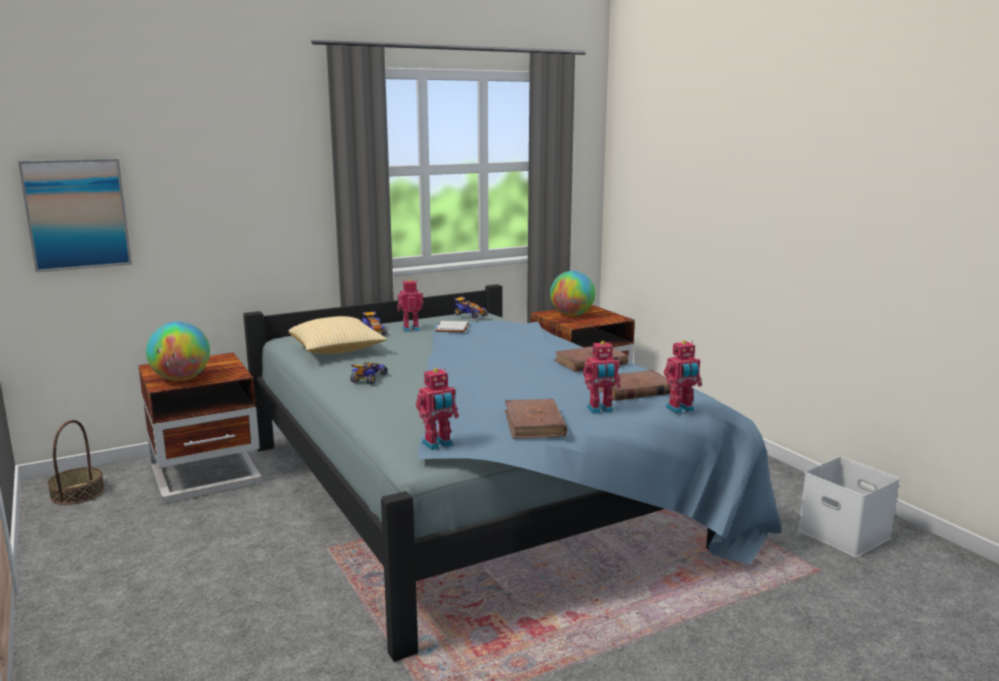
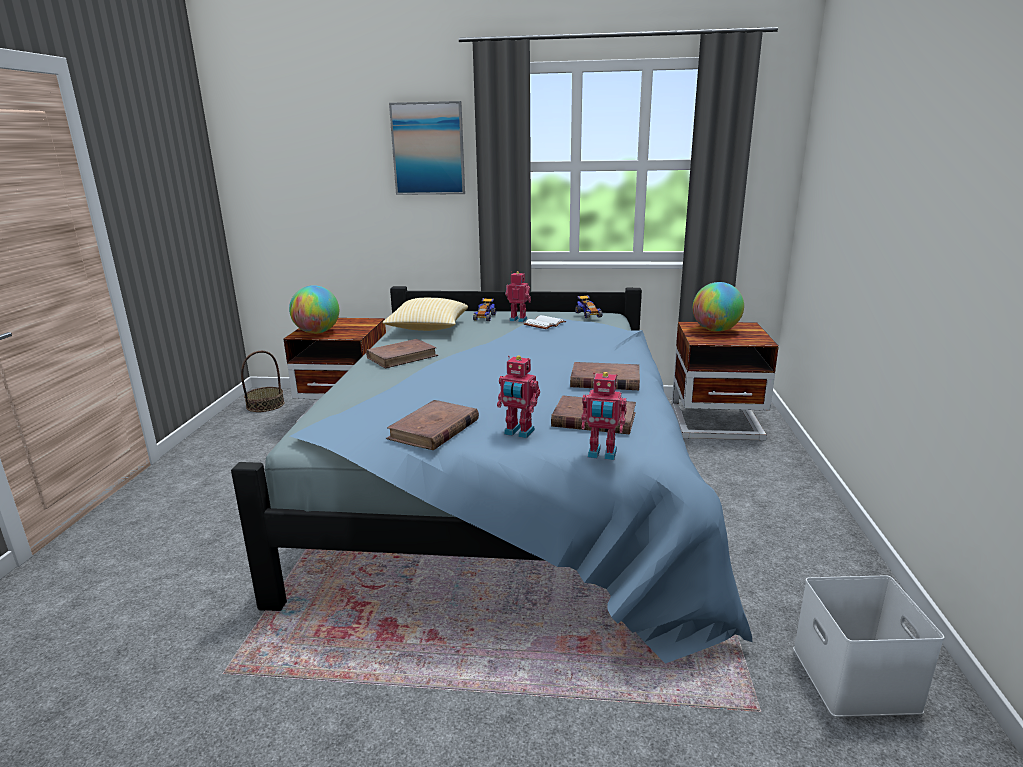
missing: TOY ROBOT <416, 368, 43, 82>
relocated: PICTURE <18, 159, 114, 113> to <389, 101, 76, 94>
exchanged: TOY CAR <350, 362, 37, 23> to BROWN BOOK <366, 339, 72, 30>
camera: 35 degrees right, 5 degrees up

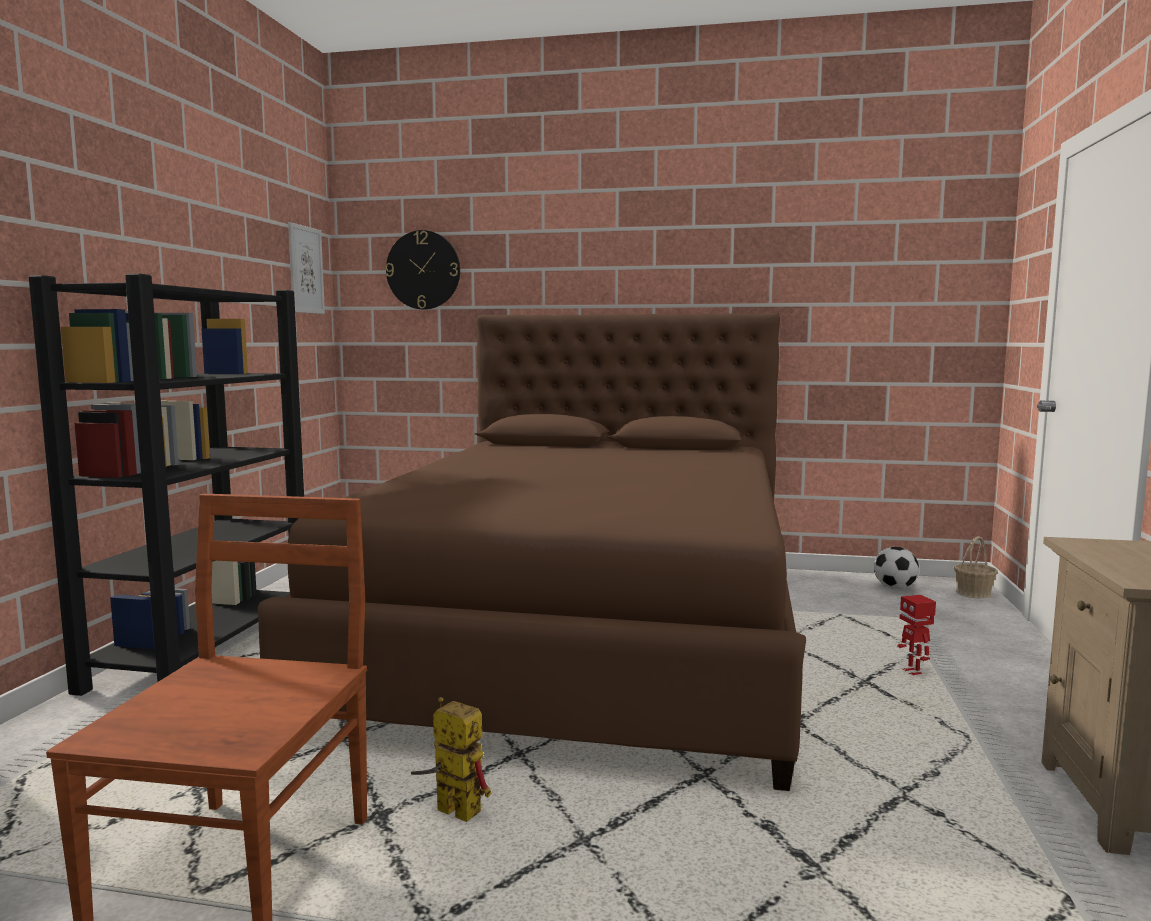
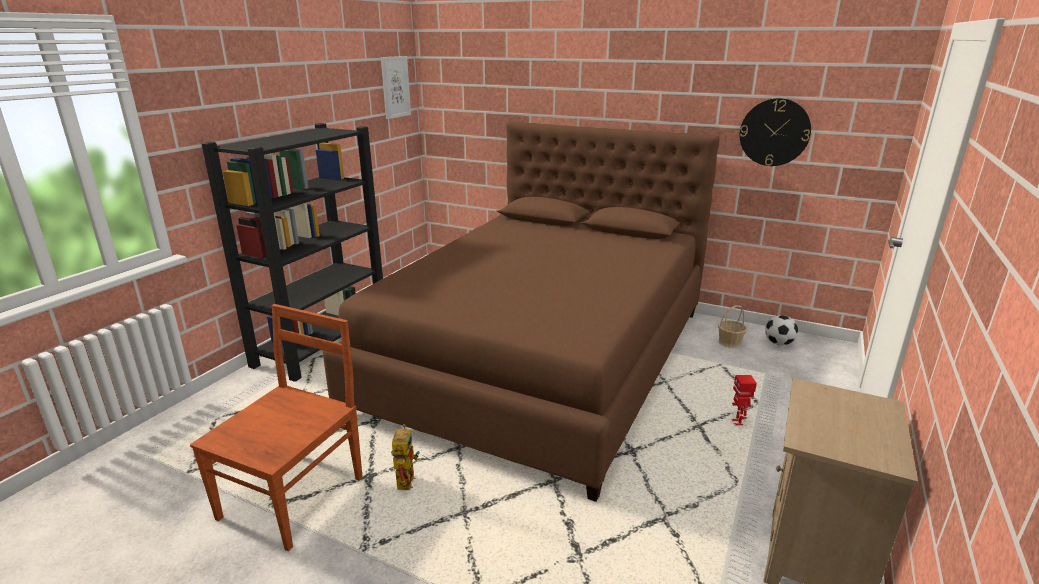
relocated: BASKET <953, 536, 45, 63> to <718, 305, 29, 43>; WALL CLOCK <385, 230, 75, 80> to <740, 98, 71, 68>
spun: TOY ROBOT <411, 697, 81, 125> = <391, 424, 29, 66> 45 degrees clockwise
camera: 15 degrees right, 15 degrees up

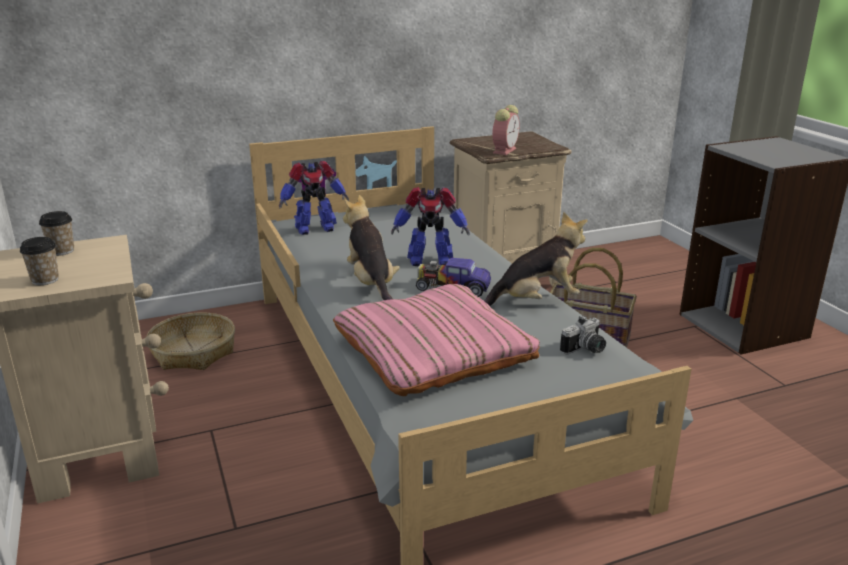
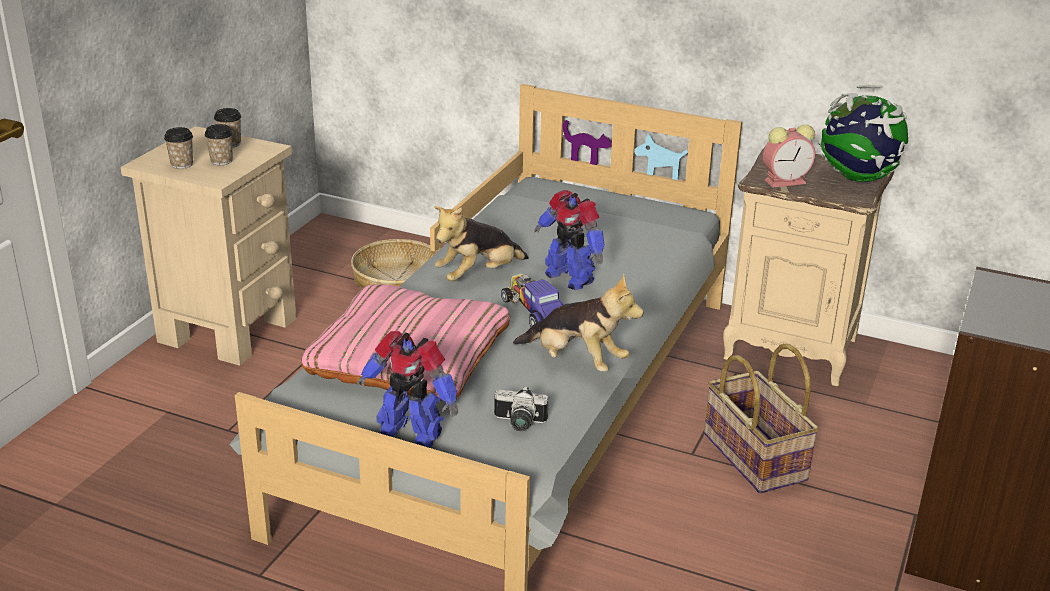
appeared: CUP <205, 124, 28, 41>; GLOBE <818, 85, 90, 97>
relocated: TOY ROBOT <279, 161, 70, 74> to <357, 331, 101, 117>
spun: PLUSH TOY <343, 195, 57, 105> = <434, 206, 95, 75> 150 degrees counterclockwise
camera: 45 degrees right, 5 degrees up

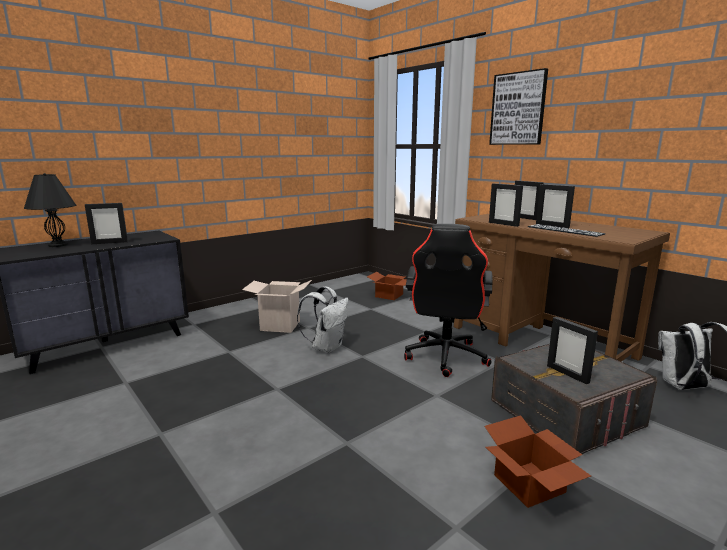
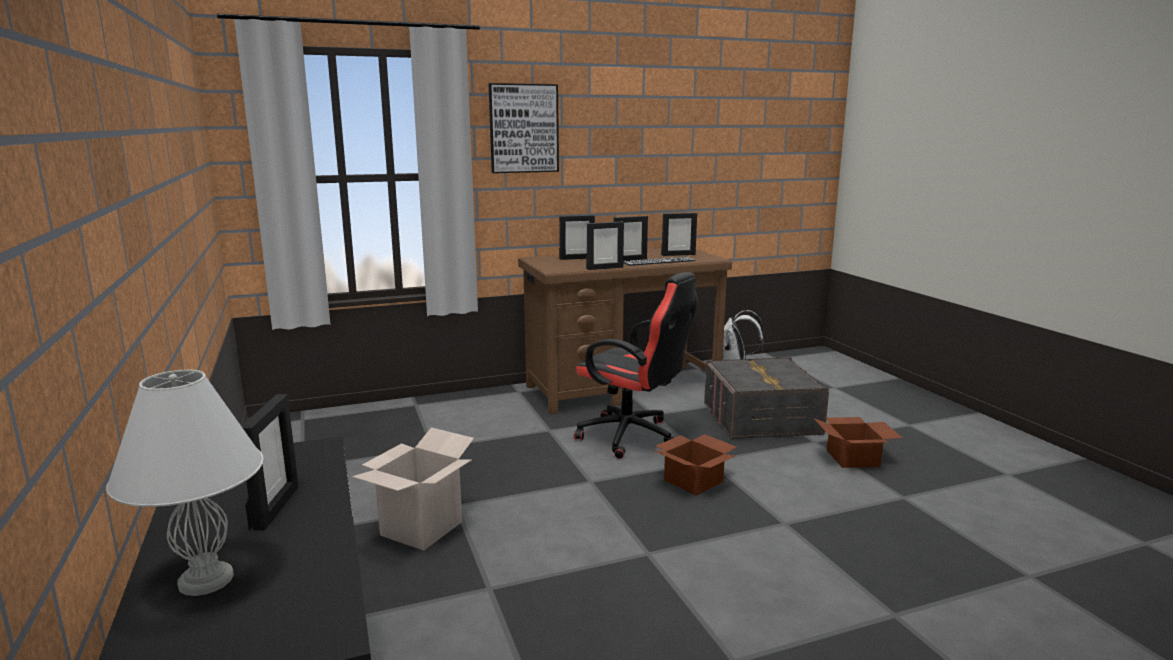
missing: WHITE BACKPACK <297, 286, 52, 67>
relocated: CARDBOARD BOX <367, 272, 40, 28> to <653, 434, 84, 62>; PICTURE FRAME <547, 317, 51, 67> to <661, 213, 36, 43>
colour: BLACK TABLE LAMP <24, 173, 52, 74> to WHITE TABLE LAMP <106, 369, 157, 227>
camera: 70 degrees left, 0 degrees up

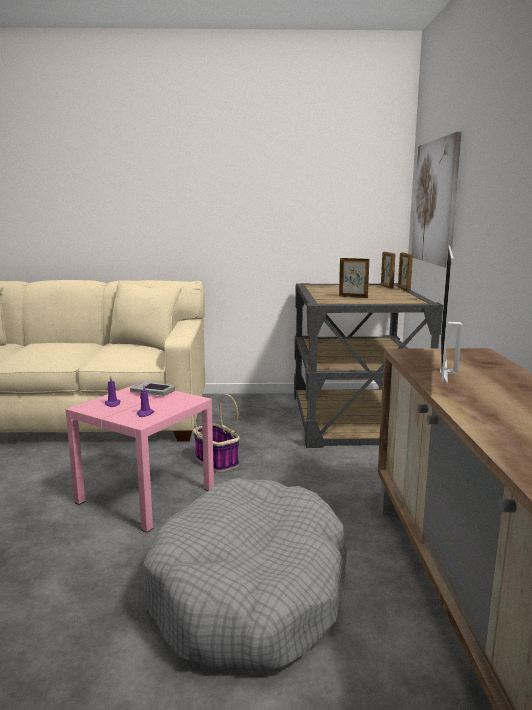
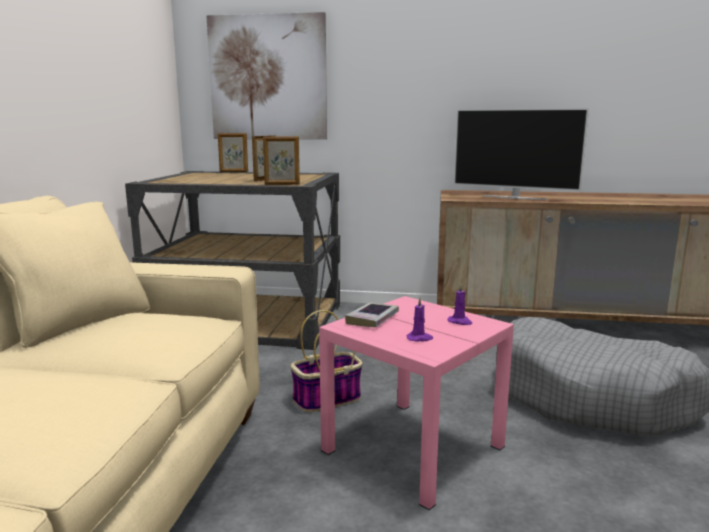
relocated: PICTURE FRAME <381, 252, 14, 37> to <263, 136, 37, 49>
camera: 80 degrees left, 0 degrees up

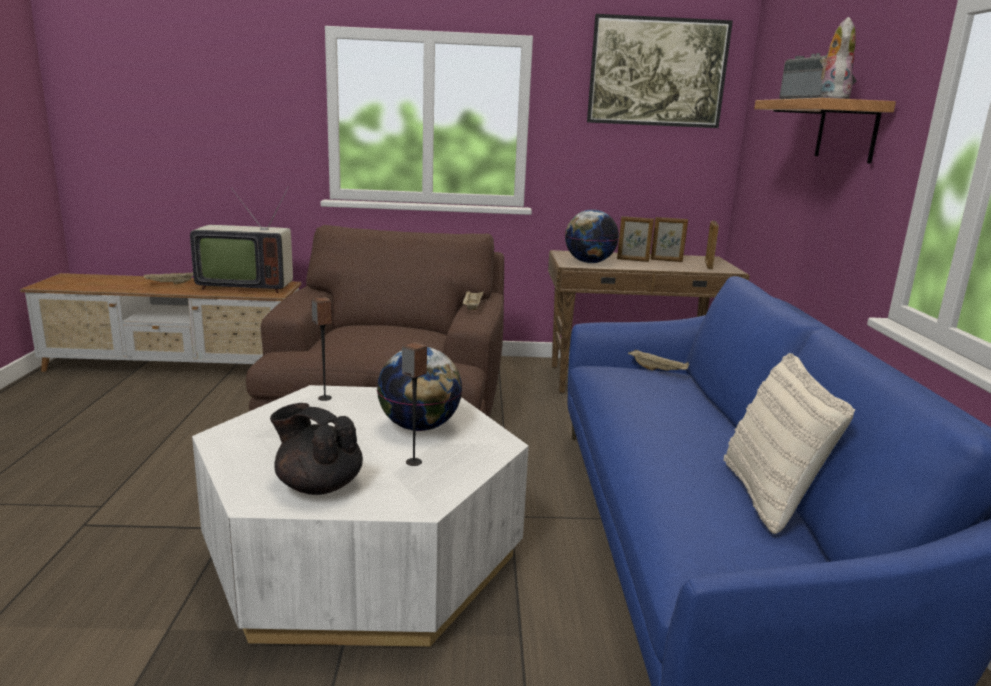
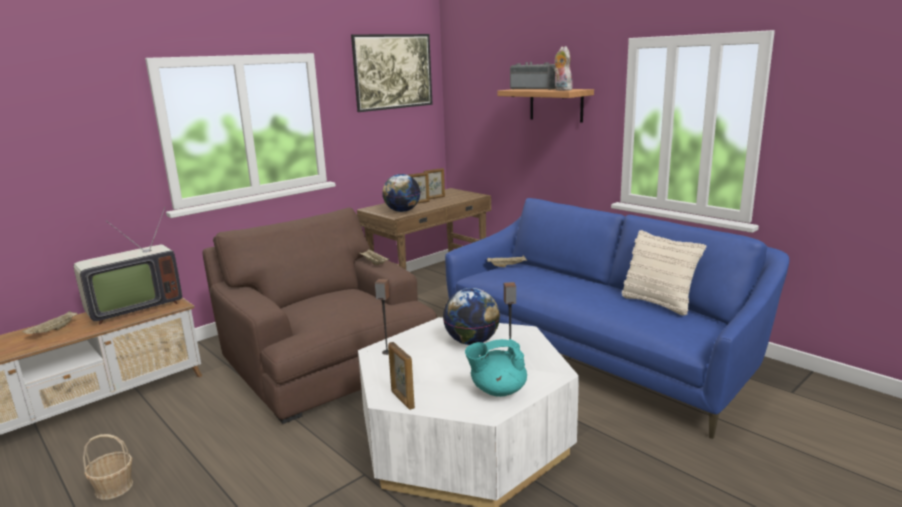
appeared: BASKET <83, 434, 50, 66>
relocated: PICTURE FRAME <705, 221, 14, 48> to <388, 342, 27, 68>
colour: BLACK TEAPOT <270, 403, 93, 92> to TURQUOISE TEAPOT <465, 339, 62, 58>
camera: 40 degrees left, 0 degrees up

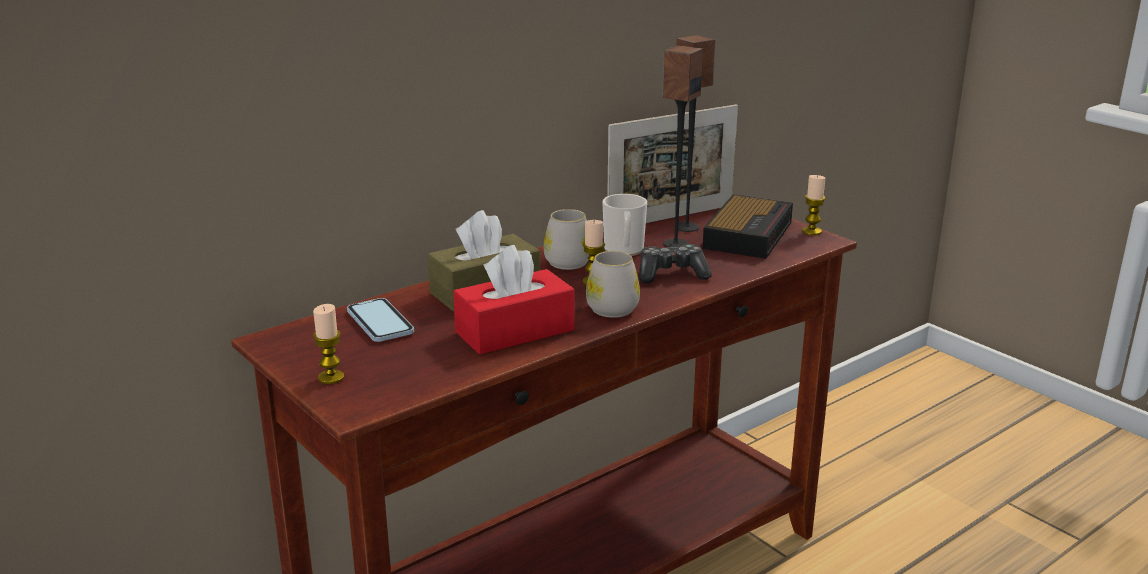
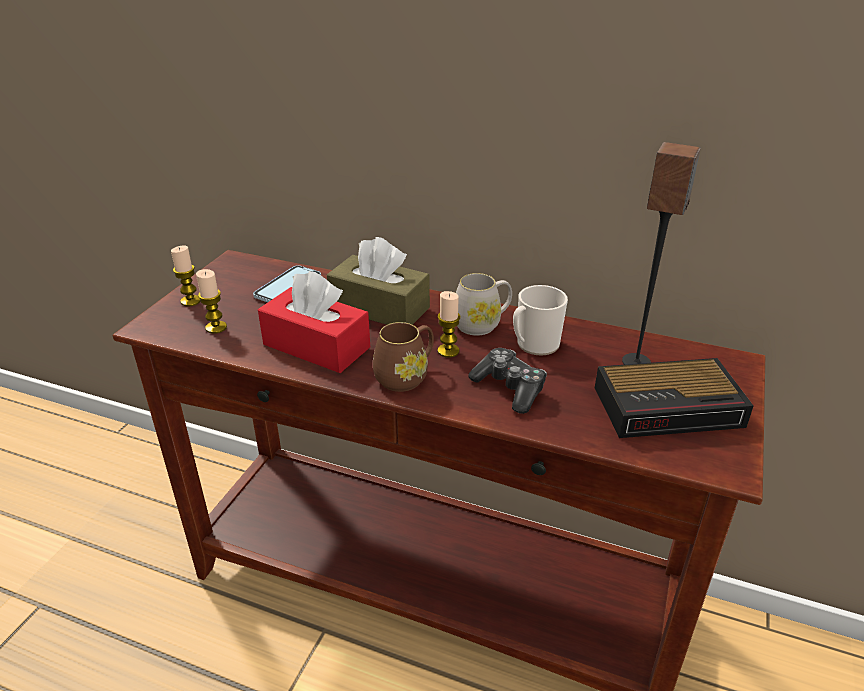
missing: PICTURE FRAME <607, 104, 131, 119>; SPEAKER <662, 45, 41, 203>
relocated: CANDLE <802, 175, 24, 60> to <196, 269, 31, 65>
colour: WHITE MUG <586, 251, 54, 67> to BROWN MUG <373, 322, 61, 70>
camera: 60 degrees right, 10 degrees up

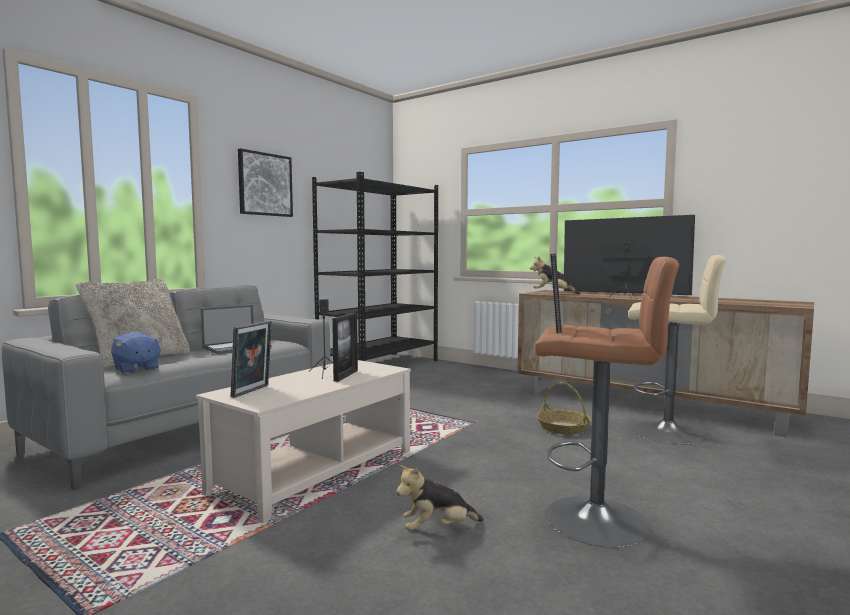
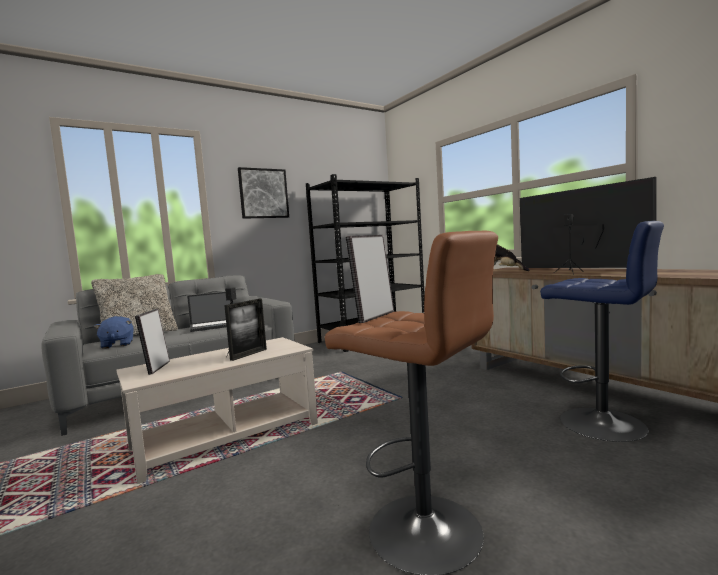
missing: PLUSH TOY <396, 465, 88, 66>; BASKET <536, 382, 56, 53>
colour: BEIGE STOOL <628, 255, 98, 189> to BLUE STOOL <540, 221, 124, 221>
spun: PICTURE FRAME <231, 321, 41, 77> = <135, 309, 35, 66> 135 degrees clockwise
camera: 20 degrees right, 0 degrees up

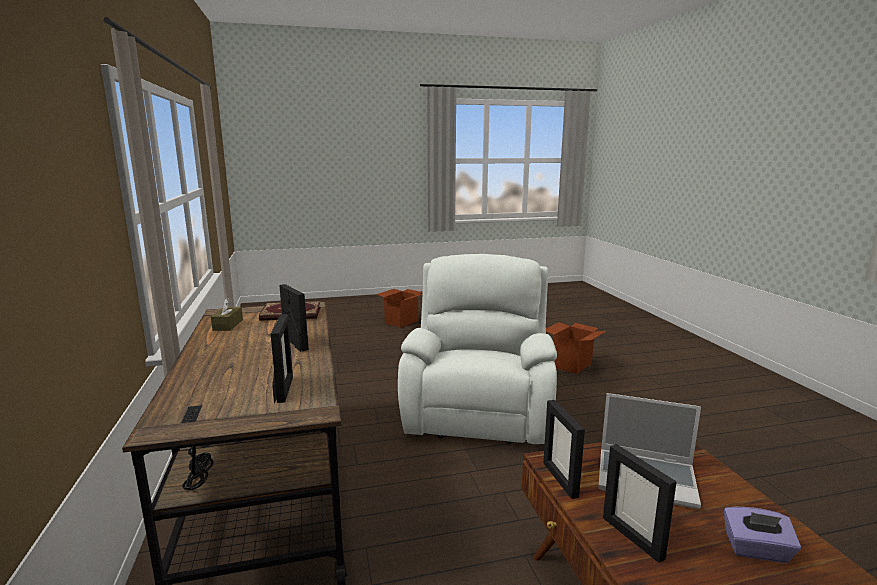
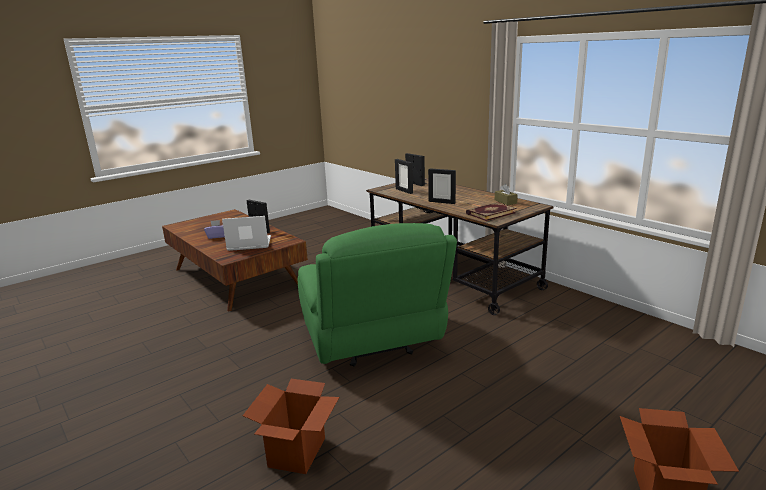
relocated: PICTURE FRAME <543, 400, 42, 99> to <405, 153, 20, 33>
colour: WHITE ARMCHAIR <398, 254, 159, 190> to GREEN ARMCHAIR <298, 223, 159, 144>
camera: 155 degrees right, 5 degrees up

